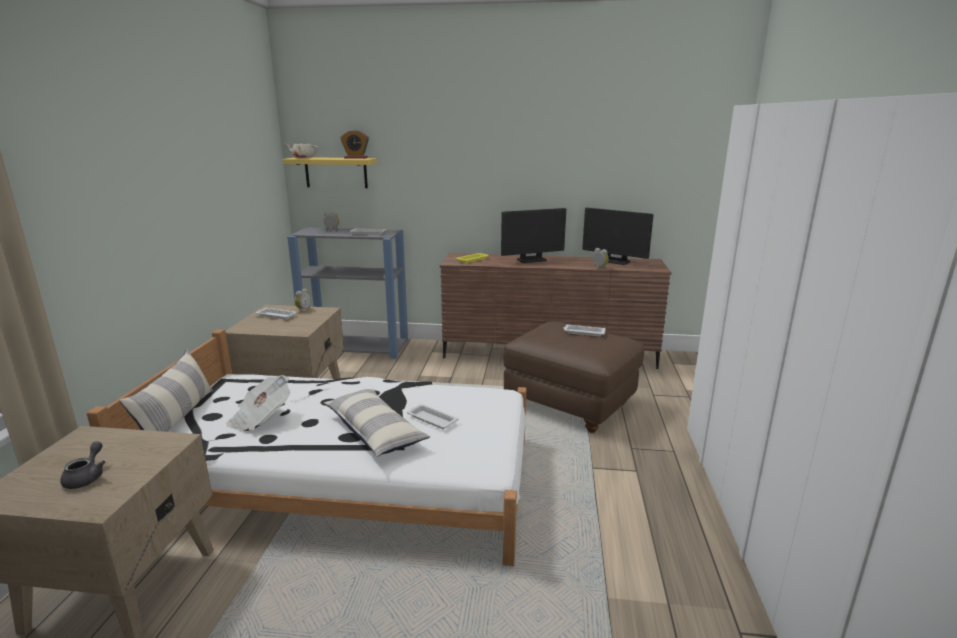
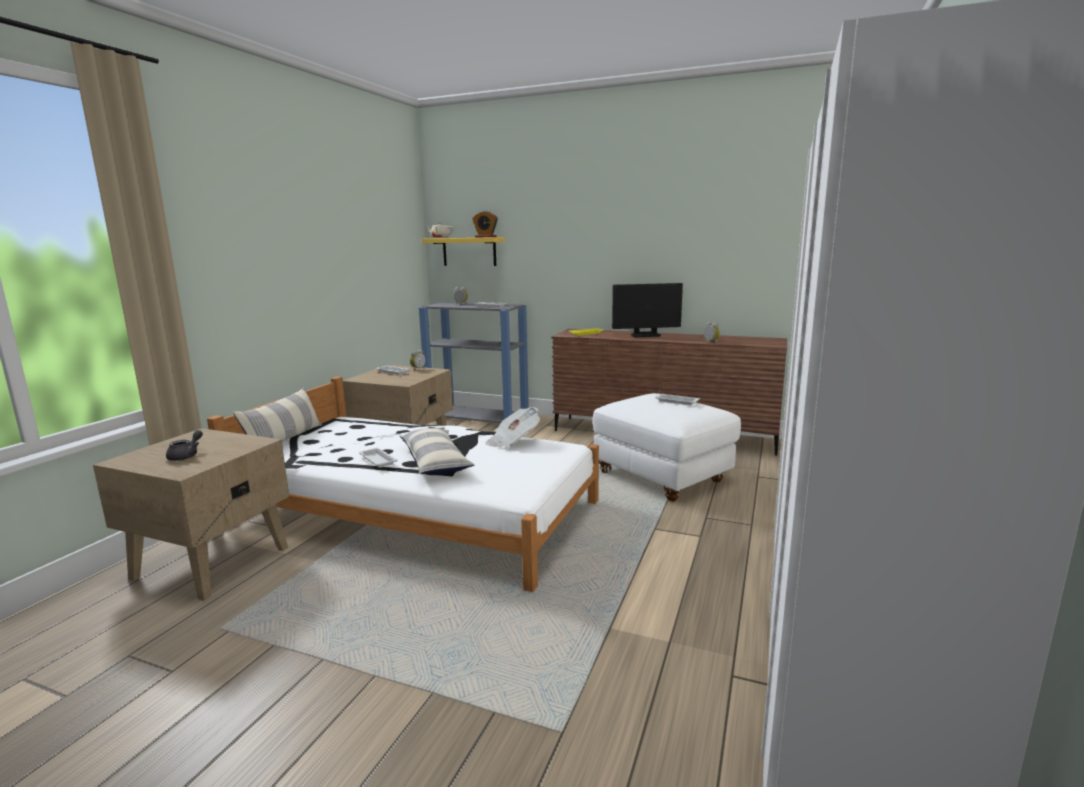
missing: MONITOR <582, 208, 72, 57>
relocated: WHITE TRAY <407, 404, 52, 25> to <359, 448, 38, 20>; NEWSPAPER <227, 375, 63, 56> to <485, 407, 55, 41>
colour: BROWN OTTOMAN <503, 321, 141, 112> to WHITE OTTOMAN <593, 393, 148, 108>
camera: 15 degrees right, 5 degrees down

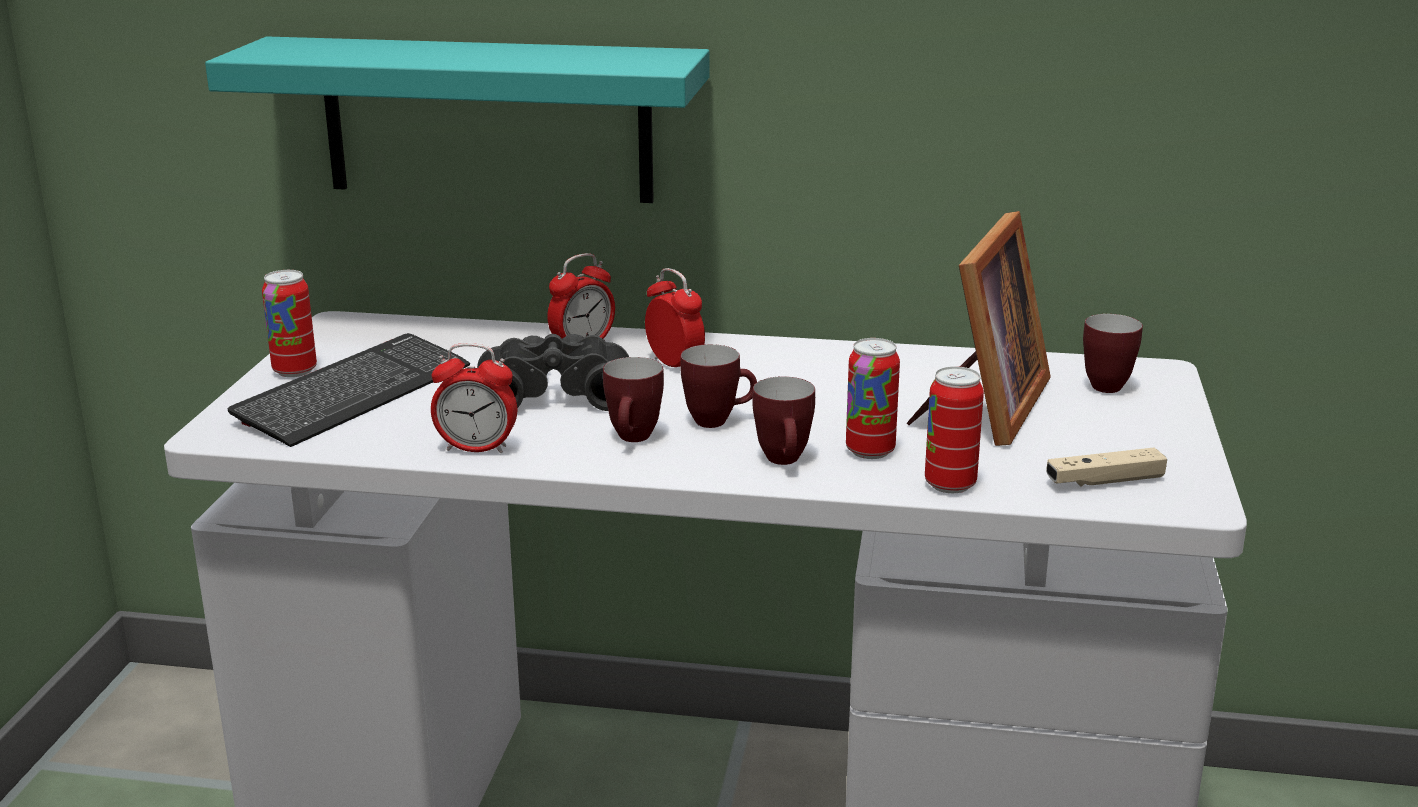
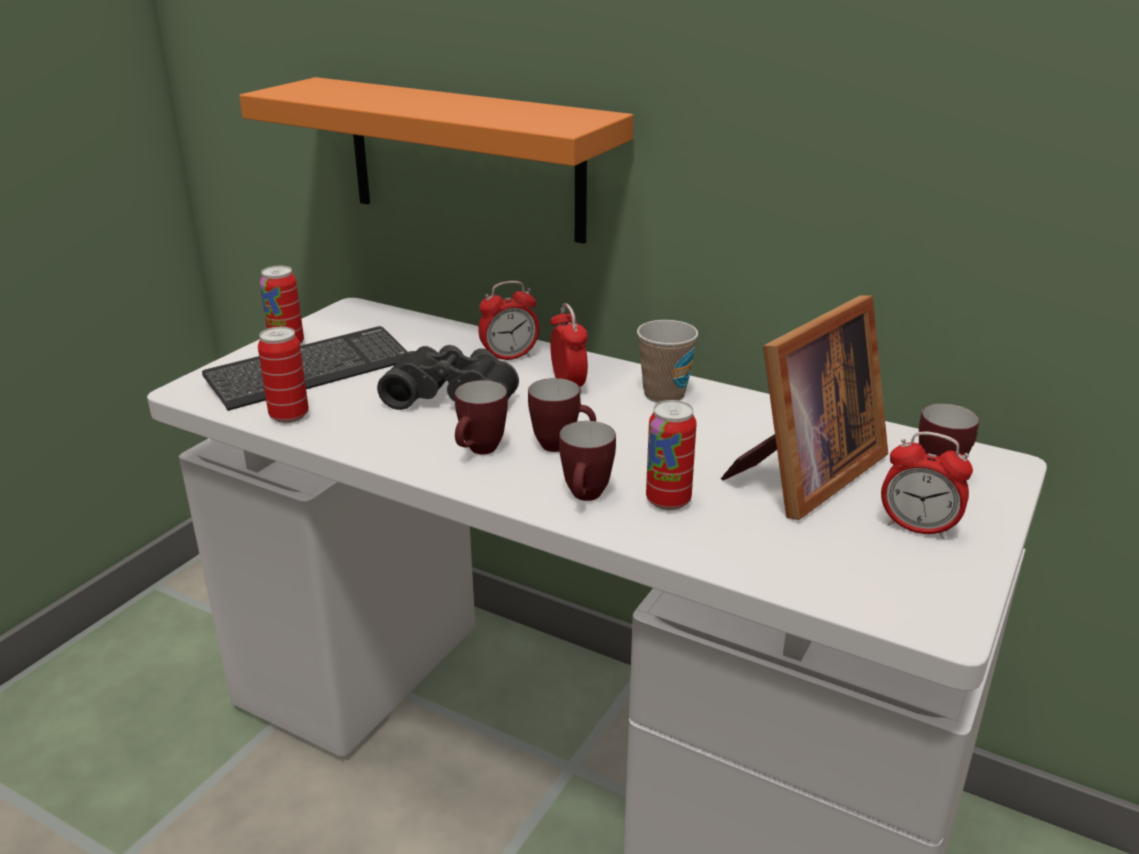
missing: BEIGE GAME CONTROLLER <1046, 448, 121, 39>
appeared: CUP <637, 320, 61, 83>
relocated: CAN <925, 366, 59, 127> to <258, 327, 51, 96>; ALARM CLOCK <431, 343, 86, 110> to <881, 431, 92, 108>
colour: TURQUOISE SHELF <205, 36, 505, 167> to ORANGE SHELF <239, 77, 394, 167>
camera: 20 degrees right, 5 degrees up

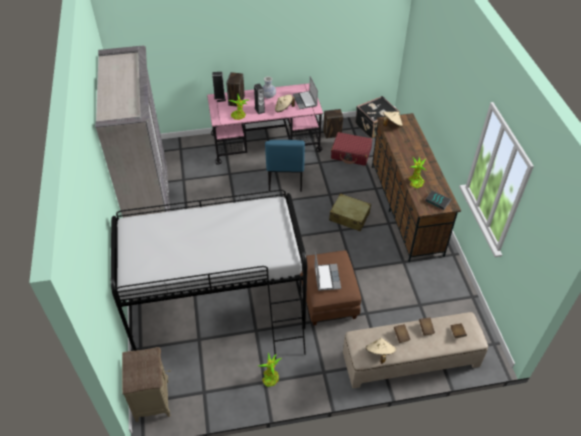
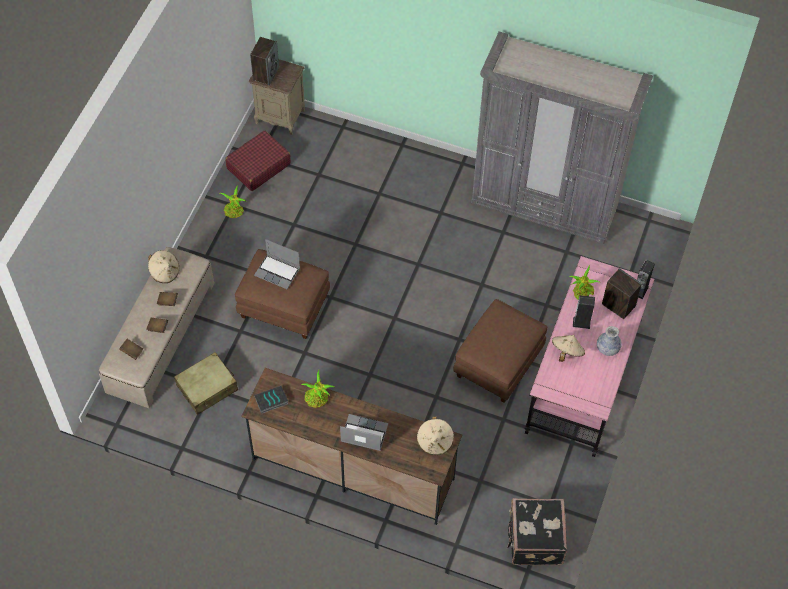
missing: BLACK BED <111, 190, 196, 169>
relocated: BEIGE SUITCASE <329, 193, 42, 39> to <174, 352, 64, 63>; RED SUITCASE <331, 132, 41, 34> to <225, 130, 66, 61>; SPEAKER <323, 109, 20, 30> to <250, 37, 29, 48>; LAPTOP <293, 76, 25, 33> to <340, 414, 48, 37>
exchanged: BLUE CHAIR <265, 140, 40, 52> to BROWN OTTOMAN <453, 299, 94, 104>
camera: 120 degrees right, 10 degrees up

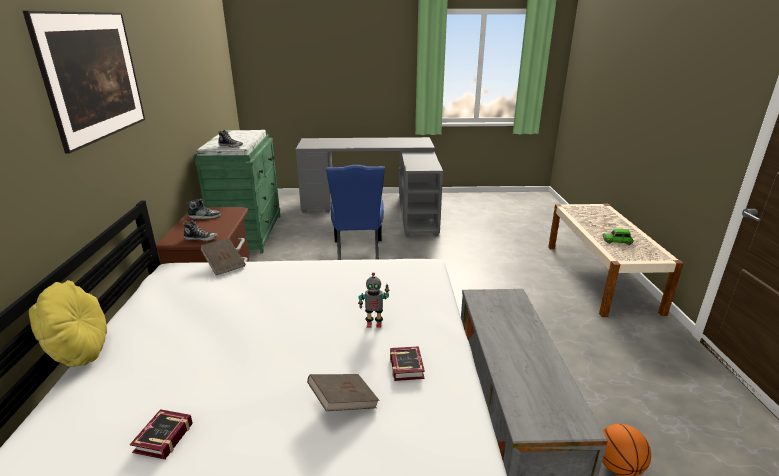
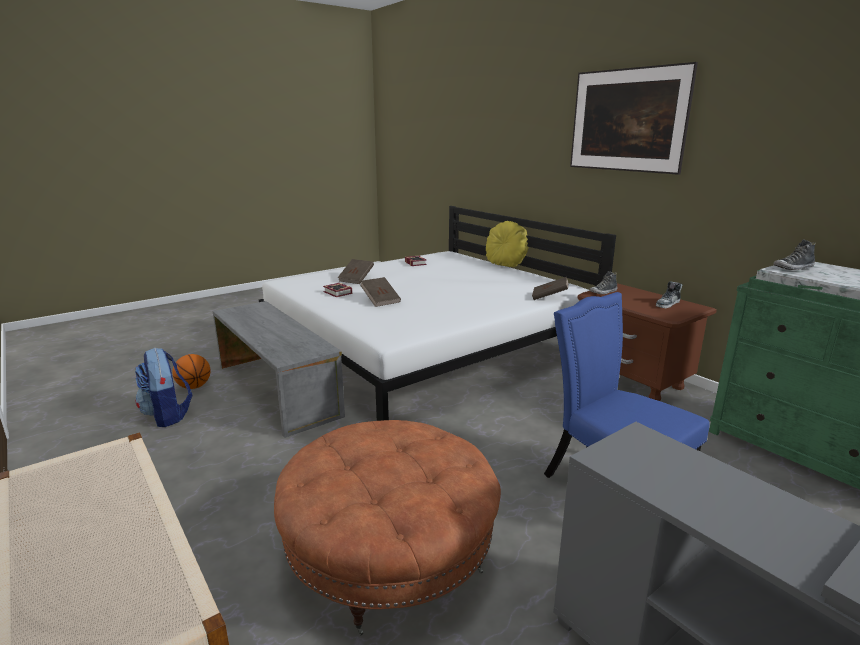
missing: GREEN TOY CAR <602, 229, 32, 16>
appeared: BACKPACK <135, 348, 57, 79>; BROWN OTTOMAN <274, 420, 227, 215>
exchanged: TOY ROBOT <358, 272, 31, 55> to BROWN BOOK <360, 277, 41, 30>
camera: 145 degrees right, 5 degrees down

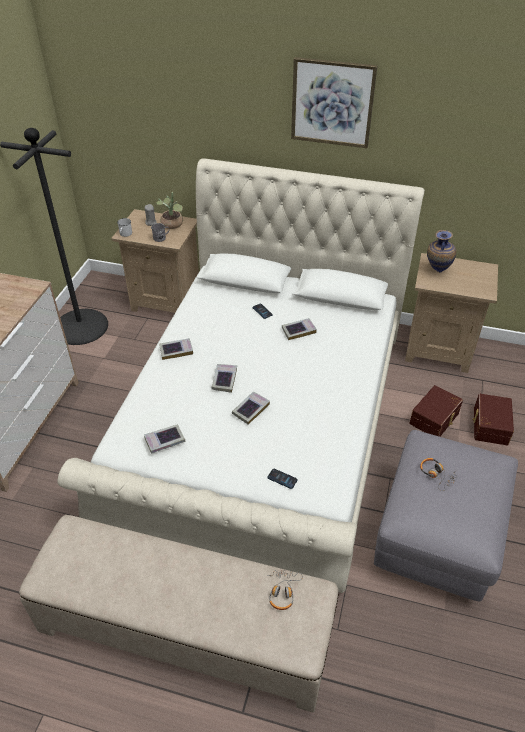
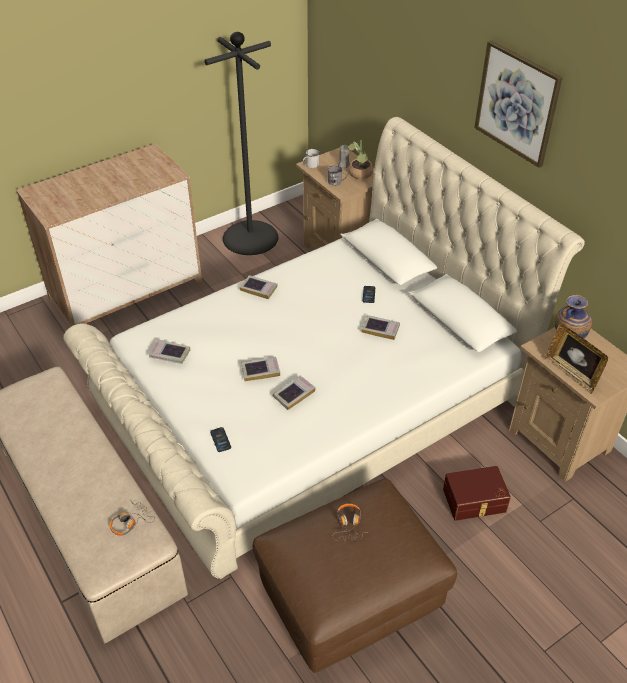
missing: BROWN STORAGE BOX <472, 394, 42, 51>
appeared: PICTURE FRAME <545, 324, 63, 70>
relocated: BOOK <211, 364, 26, 29> to <273, 376, 43, 34>
colour: GREY OTTOMAN <374, 430, 144, 171> to BROWN OTTOMAN <253, 479, 204, 194>
camera: 40 degrees right, 0 degrees up

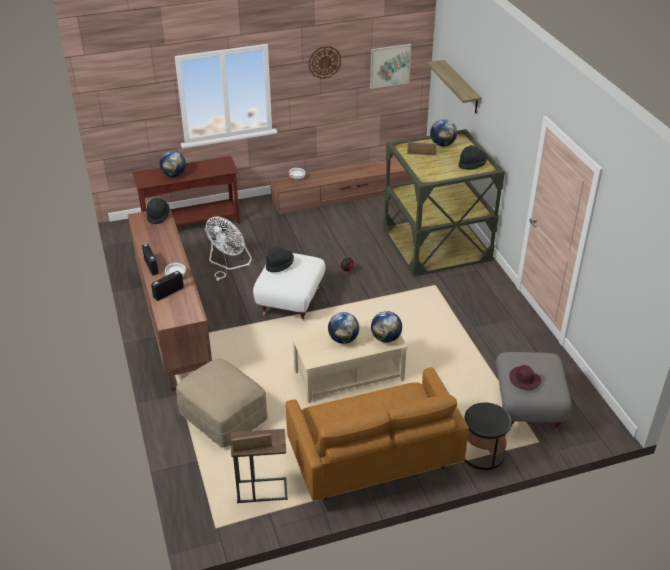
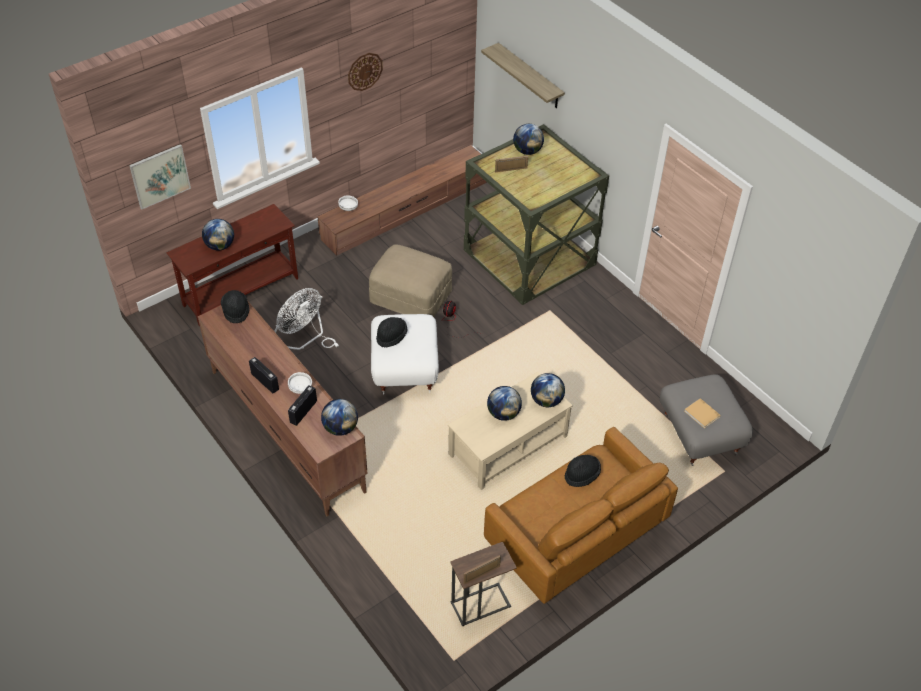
missing: BLACK SIDE TABLE <464, 403, 47, 67>
appeared: GLOBE <321, 399, 37, 37>
relocated: PICTURE <370, 44, 41, 45> to <129, 144, 62, 66>; BEIGE OTTOMAN <176, 358, 92, 90> to <369, 244, 83, 73>; BLACK HAT <458, 145, 30, 25> to <565, 455, 36, 32>
exchanged: PURPLE HAT <510, 365, 31, 25> to BEIGE BOOK <684, 398, 37, 30>
spun: WHITE FAN <204, 217, 48, 64> = <274, 288, 65, 62> 60 degrees counterclockwise
camera: 20 degrees left, 10 degrees up

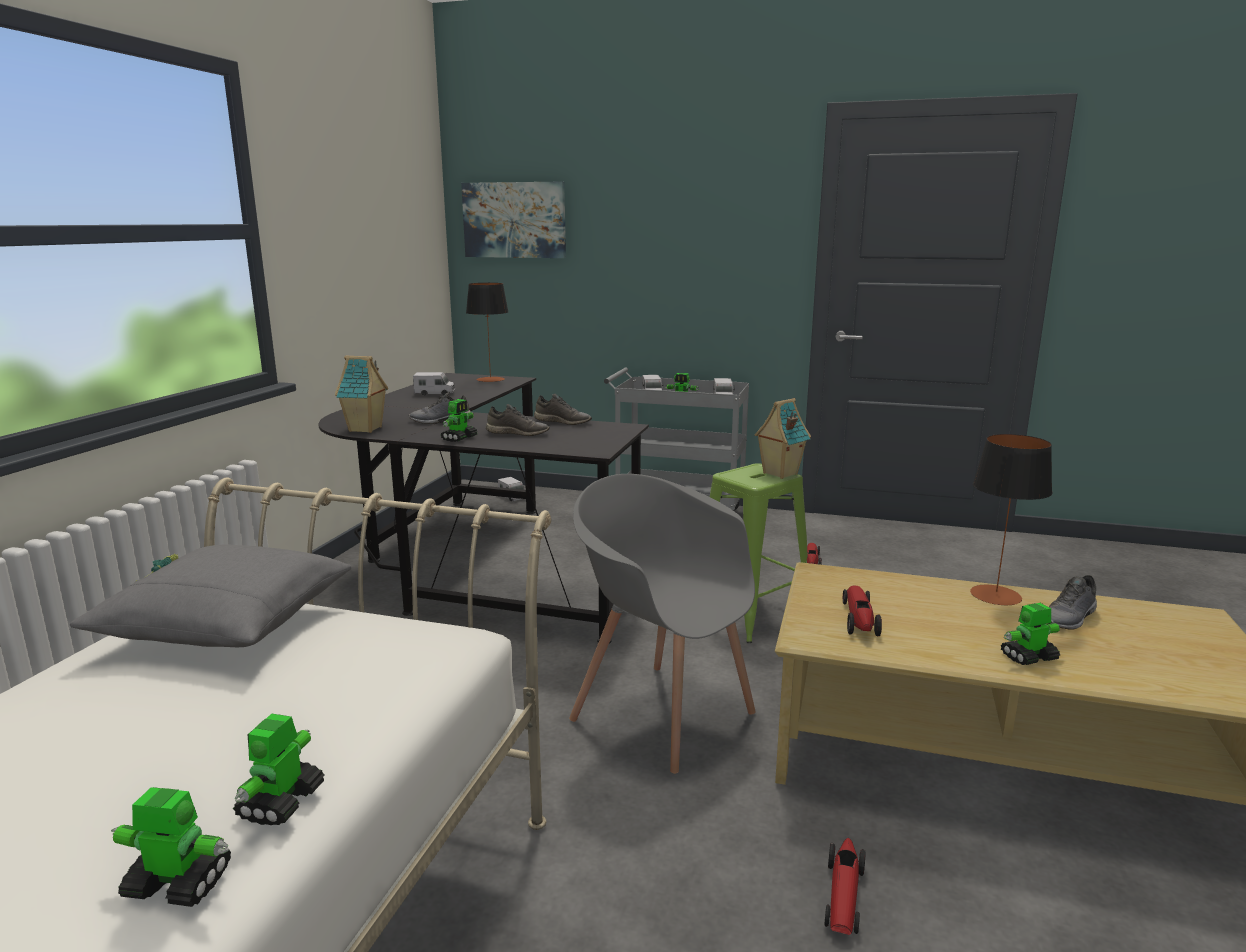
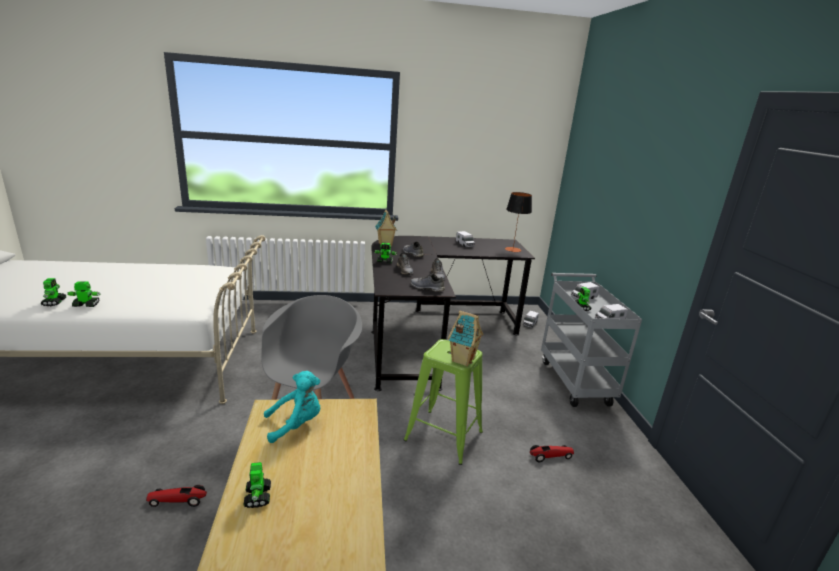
missing: GREY PILLOW <70, 544, 281, 103>; PICTURE <461, 181, 105, 77>; TABLE LAMP <970, 434, 82, 171>
relocated: GREY SHOE <1048, 575, 49, 55> to <410, 273, 35, 19>
exchanged: TOY CAR <843, 586, 39, 51> to TURQUOISE PLUSH TOY <264, 371, 57, 72>
spun: TOY ROBOT <1001, 603, 59, 62> = <243, 462, 28, 46> 150 degrees counterclockwise
camera: 65 degrees right, 5 degrees up

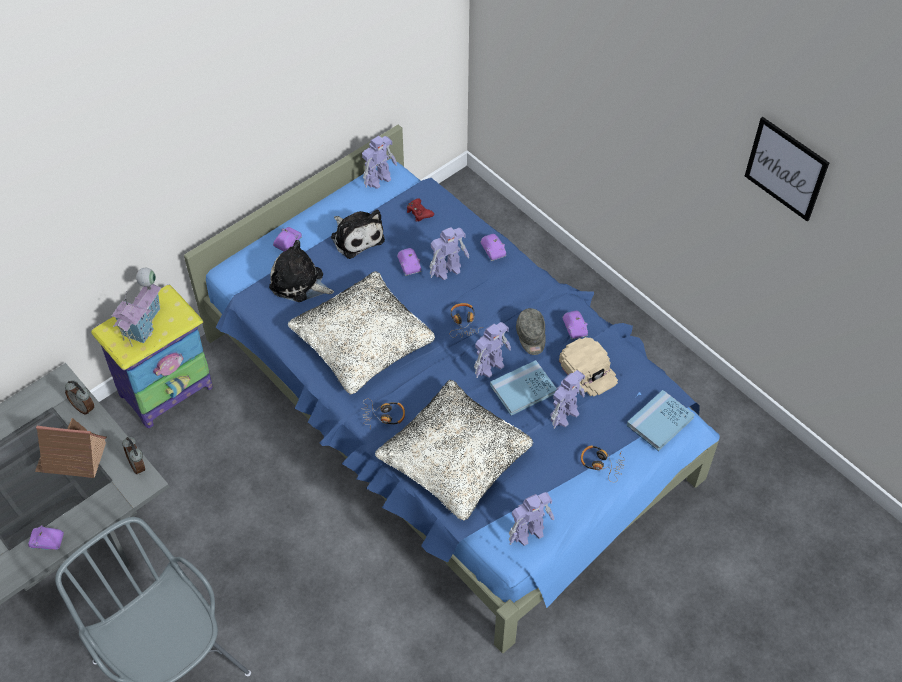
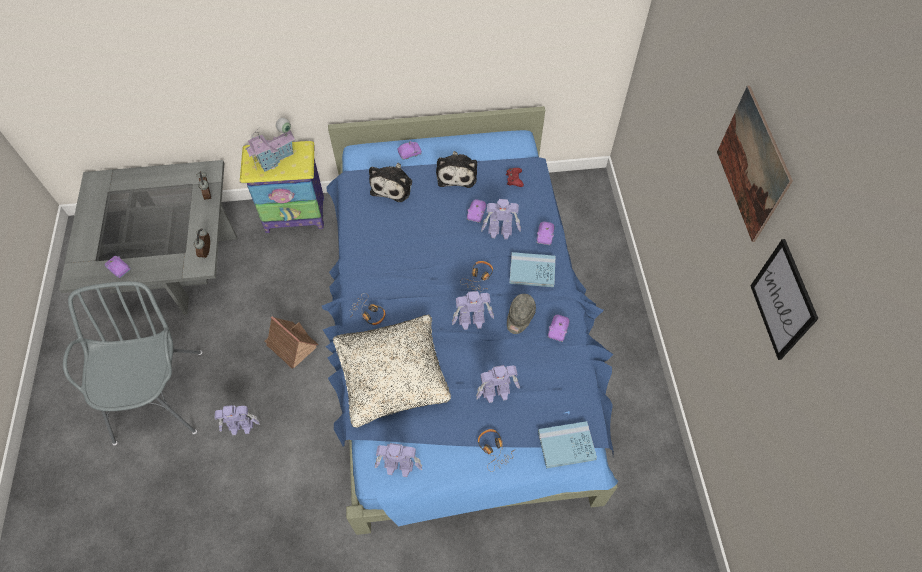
missing: BEIGE PILLOW <288, 271, 147, 123>; BEIGE CAP <559, 337, 59, 60>
appeared: PICTURE <717, 86, 76, 156>
relocated: TOY ROBOT <362, 136, 35, 53> to <215, 405, 45, 30>; TOY HOUSE <35, 418, 72, 60> to <265, 316, 54, 53>; BLUE BOOK <490, 360, 67, 56> to <509, 252, 46, 35>
spun: PLUSH TOY <269, 240, 65, 62> = <369, 163, 43, 39> 135 degrees counterclockwise
camera: 35 degrees right, 5 degrees up

